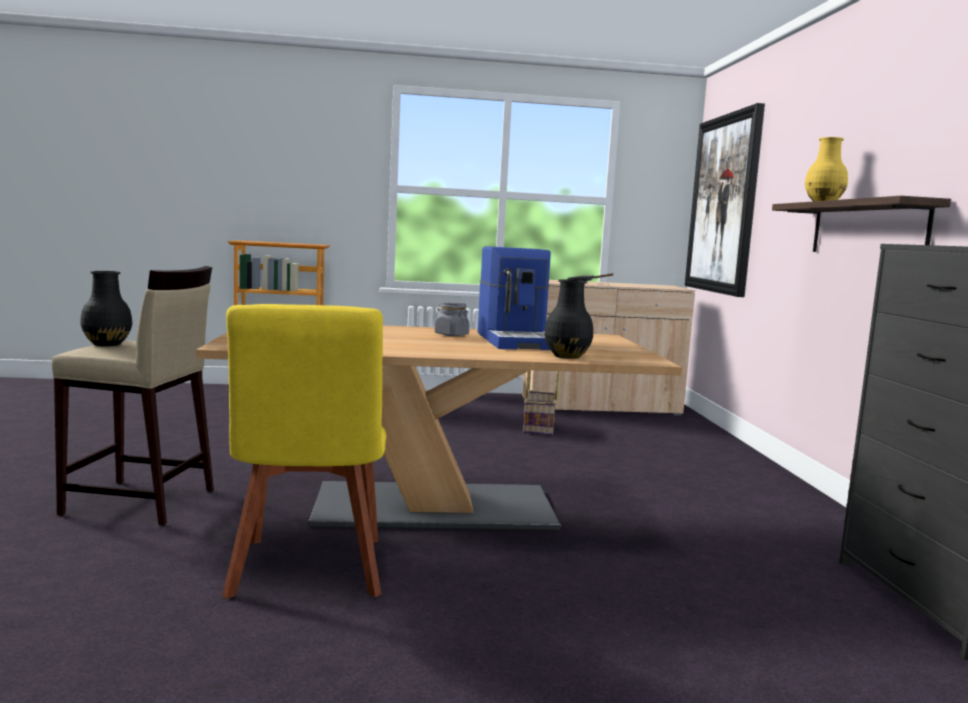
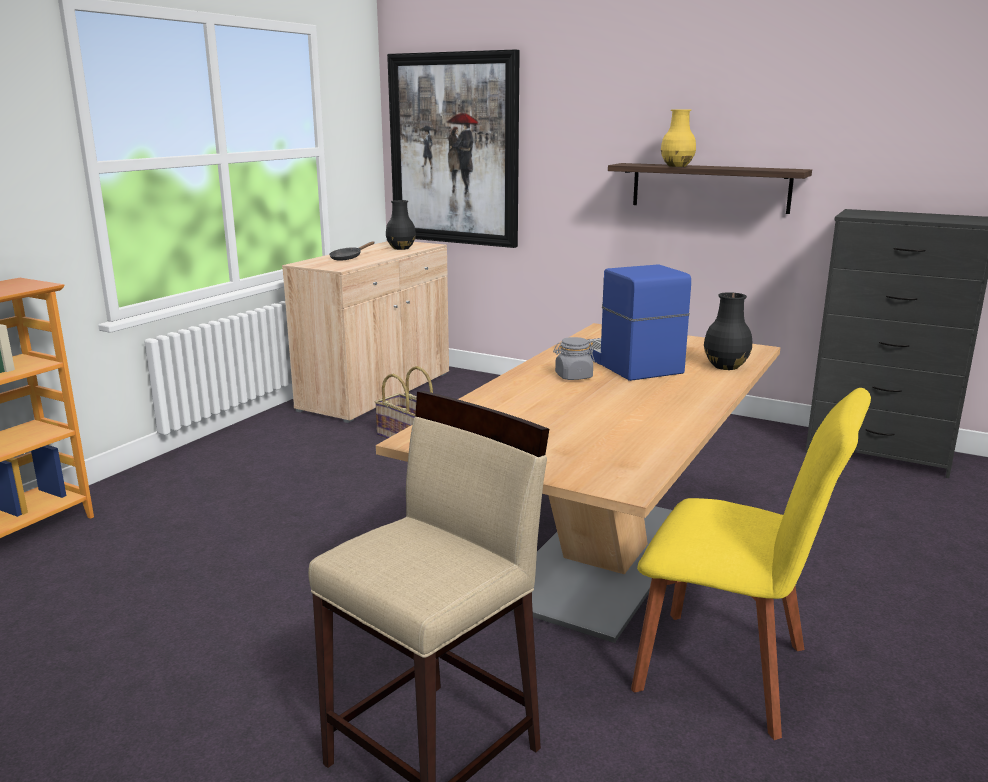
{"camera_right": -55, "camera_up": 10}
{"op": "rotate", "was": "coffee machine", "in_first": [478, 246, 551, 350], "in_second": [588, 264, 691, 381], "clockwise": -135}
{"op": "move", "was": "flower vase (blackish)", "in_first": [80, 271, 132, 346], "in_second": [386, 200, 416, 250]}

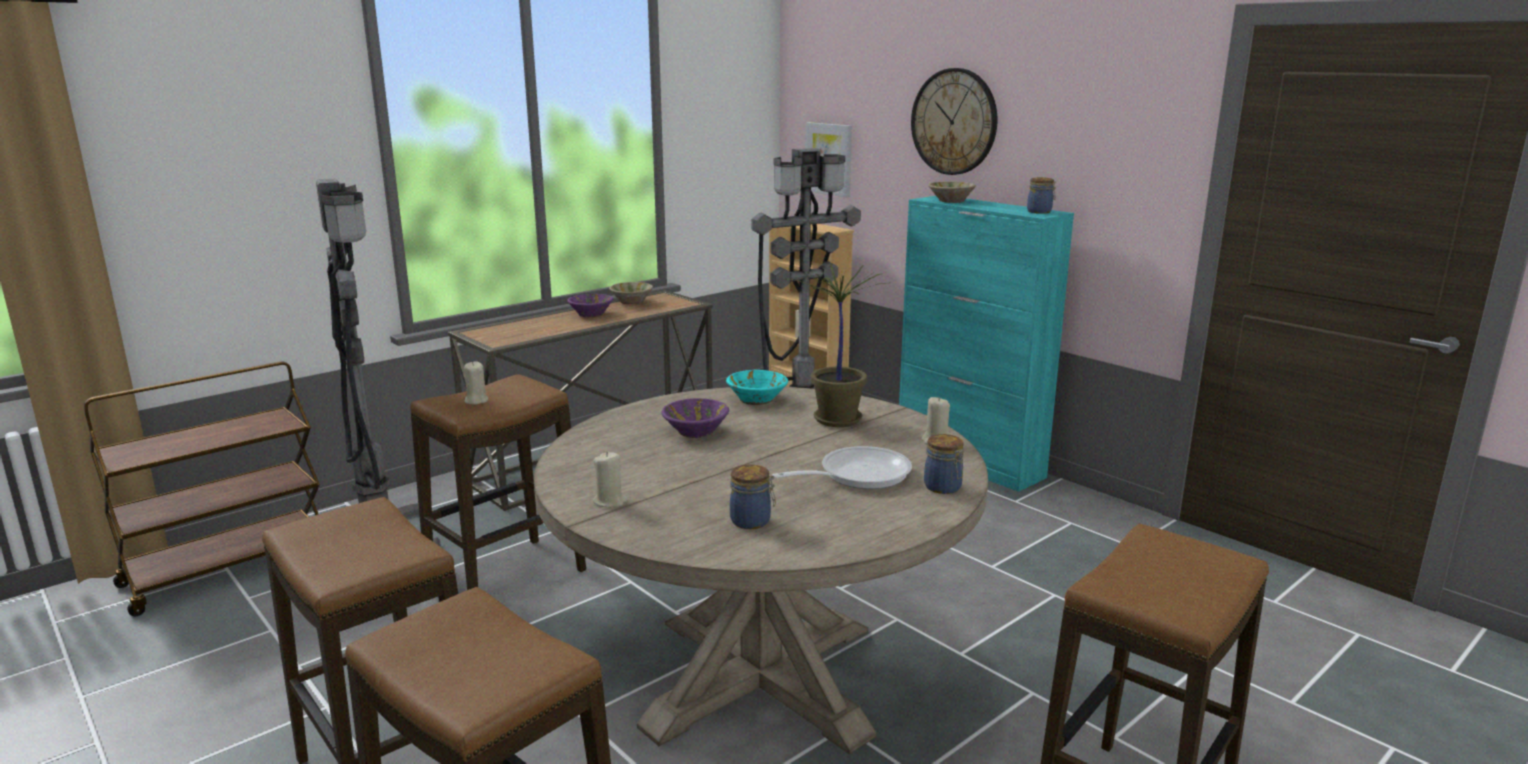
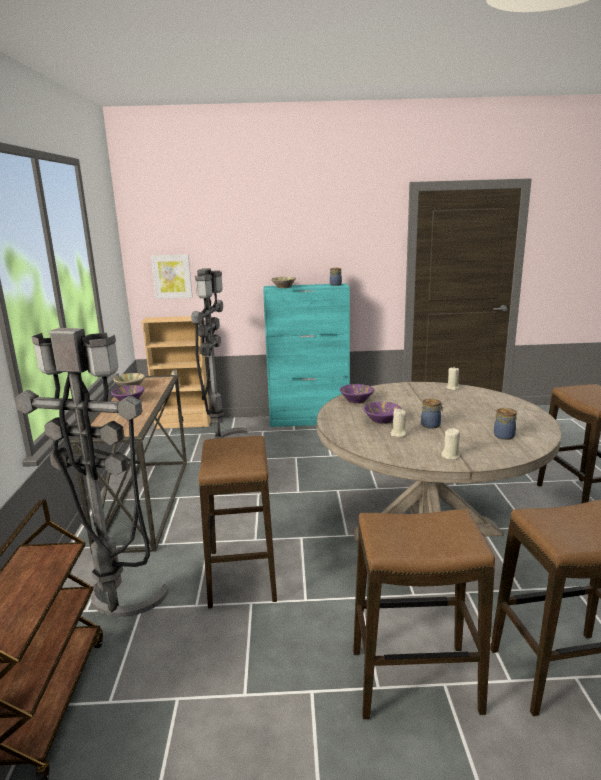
{"camera_right": -50, "camera_up": 0}
{"op": "delete", "was": "clock on the wall", "in_first": [911, 68, 998, 175]}
{"op": "delete", "was": "potted plant", "in_first": [784, 263, 891, 427]}
{"op": "move", "was": "wax light (sand-coloured)", "in_first": [464, 362, 488, 405], "in_second": [391, 409, 407, 437]}
{"op": "recolor", "was": "deep dish (turquoise)", "now": "deep dish (purple-coloured)", "in_first": [726, 370, 788, 405], "in_second": [340, 384, 374, 404]}
{"op": "move", "was": "storage jar", "in_first": [924, 434, 964, 494], "in_second": [421, 399, 444, 429]}
{"op": "delete", "was": "skillet", "in_first": [772, 446, 912, 489]}

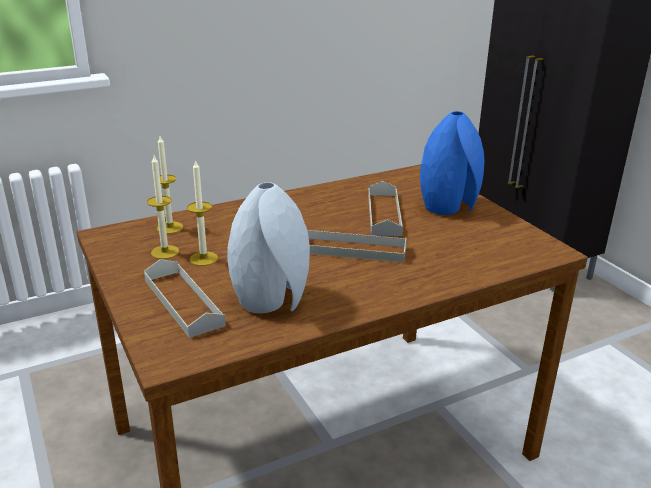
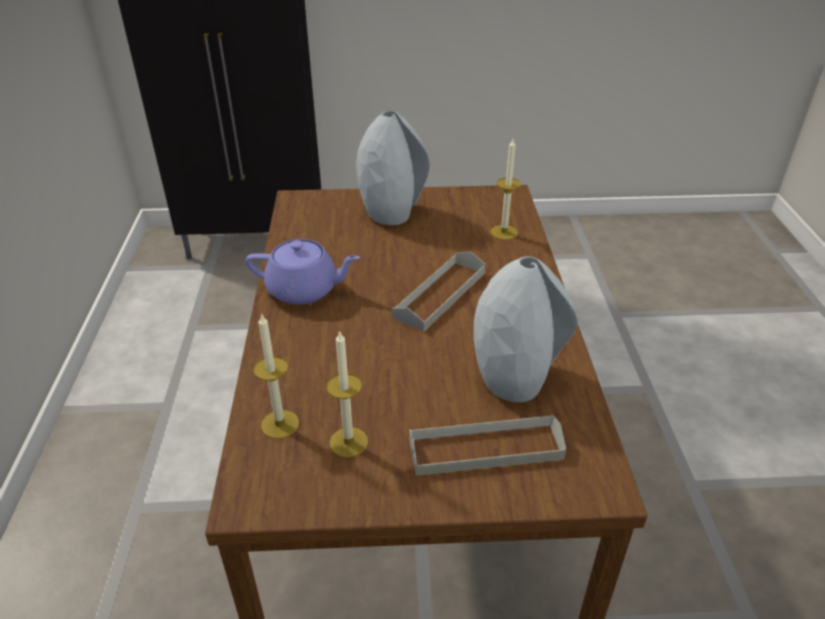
{"camera_right": -65, "camera_up": 10}
{"op": "recolor", "was": "flower vase (blue-coloured)", "now": "flower vase (grey)", "in_first": [420, 111, 485, 215], "in_second": [356, 111, 430, 225]}
{"op": "move", "was": "wax light", "in_first": [187, 159, 218, 266], "in_second": [491, 139, 521, 240]}
{"op": "delete", "was": "serving tray (grey)", "in_first": [368, 181, 403, 236]}
{"op": "insert", "now": "teapot (purple-coloured)", "in_second": [246, 239, 360, 305]}

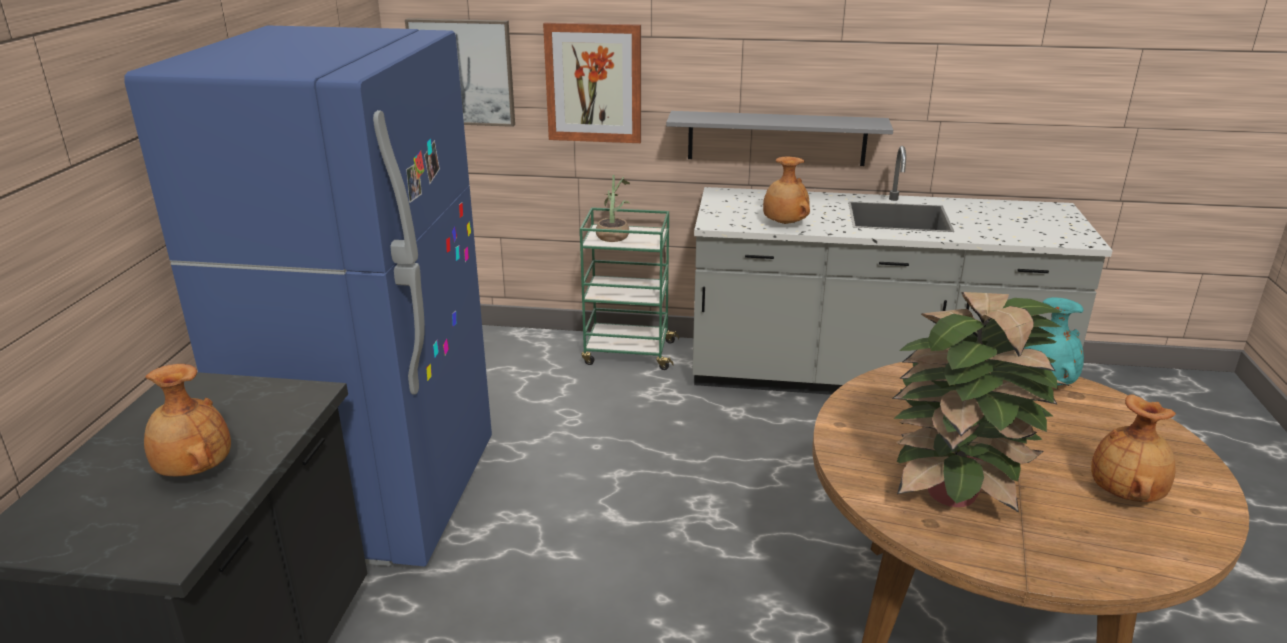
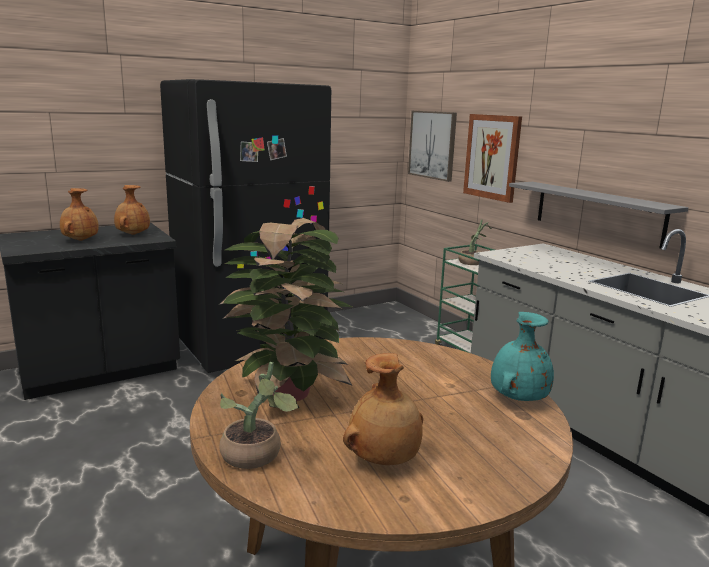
{"camera_right": 50, "camera_up": -10}
{"op": "recolor", "was": "kitchen fridge (blue-coloured)", "now": "kitchen fridge (blackish)", "in_first": [124, 26, 492, 566], "in_second": [160, 79, 331, 373]}
{"op": "move", "was": "flower vase (brownish)", "in_first": [763, 157, 810, 224], "in_second": [114, 185, 150, 235]}
{"op": "insert", "now": "potted plant", "in_second": [220, 362, 299, 469]}

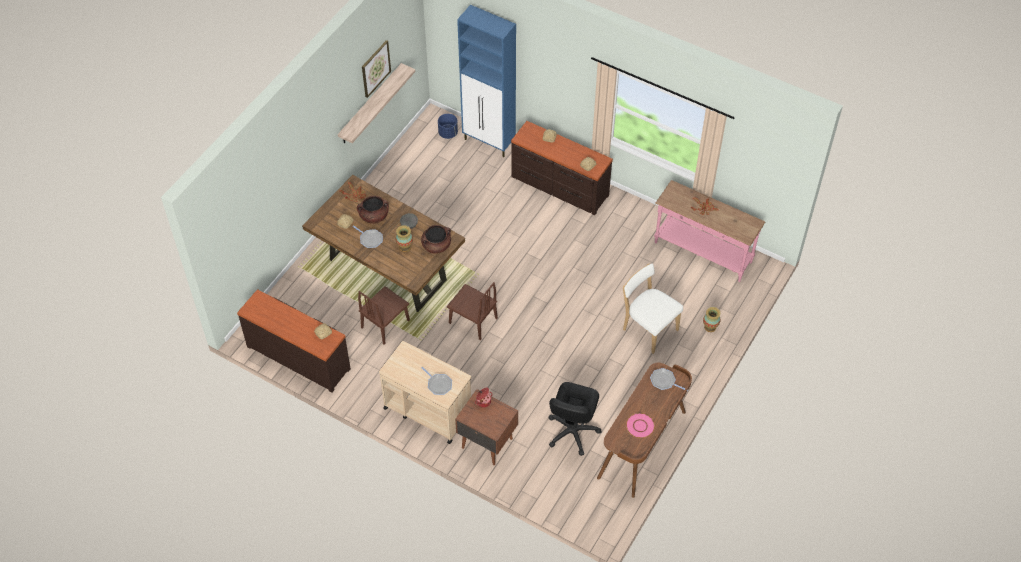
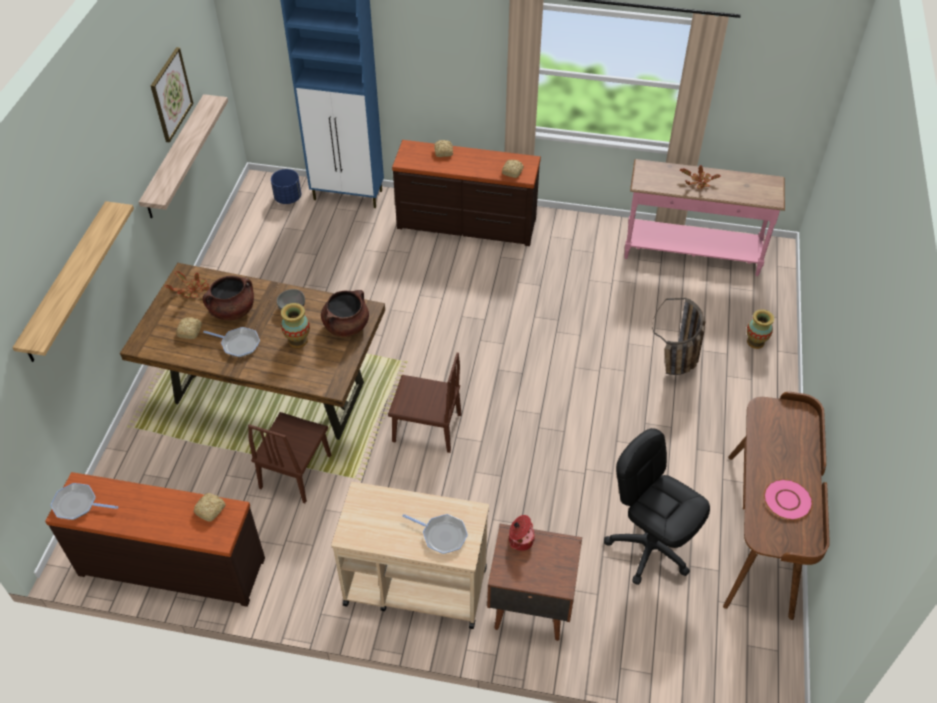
{"camera_right": -20, "camera_up": -5}
{"op": "replace", "was": "plain chair (white-coloured)", "now": "household basket", "in_first": [623, 263, 683, 354], "in_second": [652, 298, 706, 375]}
{"op": "move", "was": "skillet", "in_first": [650, 368, 688, 391], "in_second": [51, 483, 118, 520]}
{"op": "rotate", "was": "desk chair (blackish)", "in_first": [548, 382, 601, 456], "in_second": [604, 428, 710, 585], "clockwise": 135}
{"op": "insert", "now": "shelf", "in_second": [12, 201, 134, 362]}

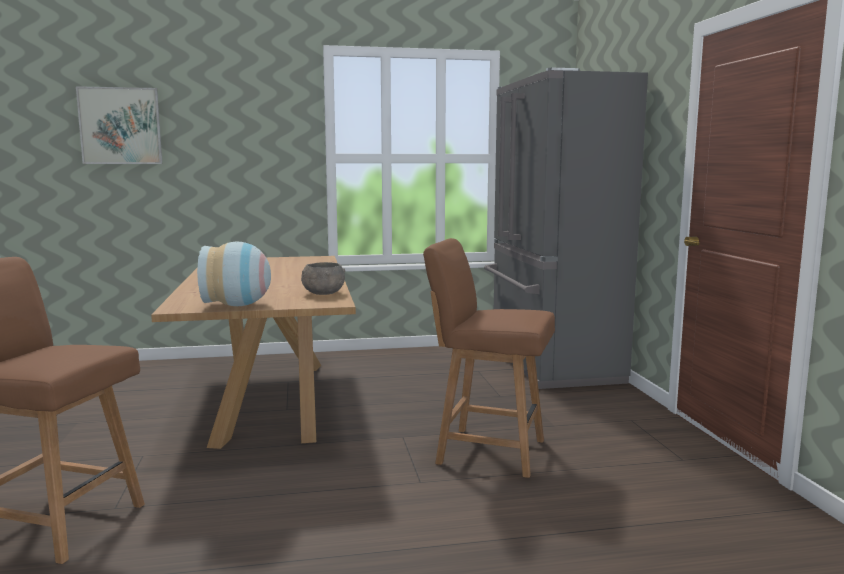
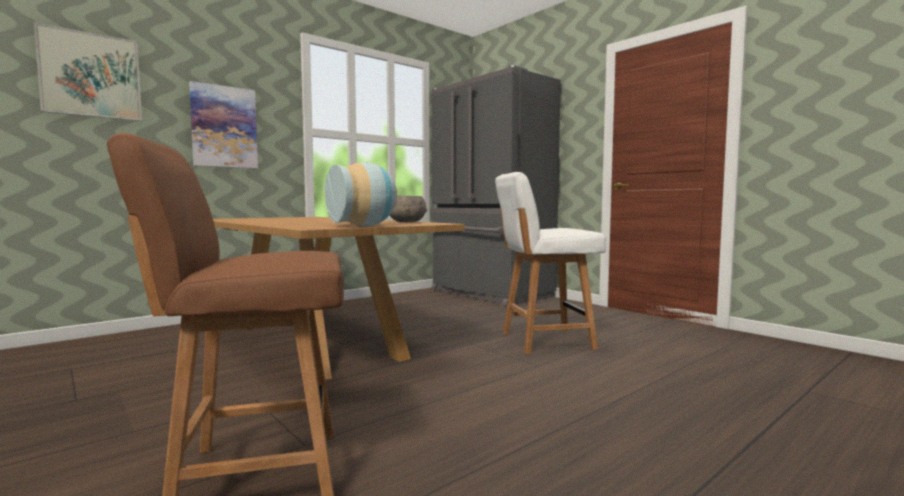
{"camera_right": -30, "camera_up": -5}
{"op": "recolor", "was": "plain chair (brownish)", "now": "plain chair (white-coloured)", "in_first": [423, 238, 555, 478], "in_second": [495, 172, 606, 354]}
{"op": "insert", "now": "wall picture", "in_second": [189, 81, 258, 169]}

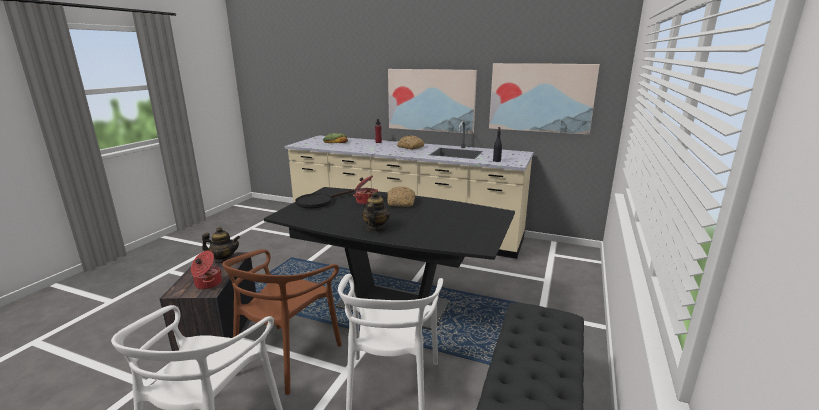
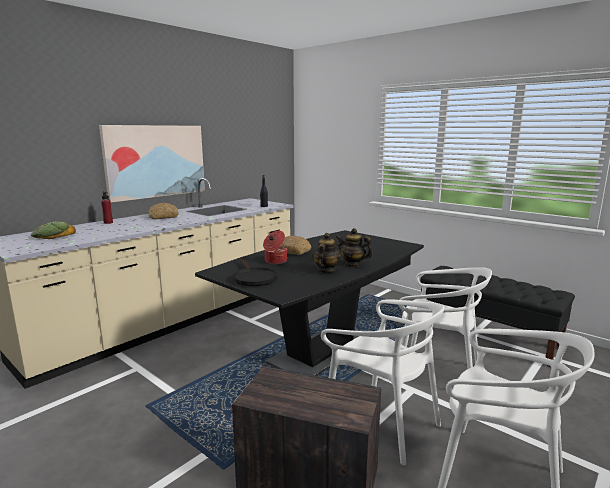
{"camera_right": -70, "camera_up": -5}
{"op": "delete", "was": "wall picture", "in_first": [489, 63, 600, 135]}
{"op": "move", "was": "teapot", "in_first": [202, 227, 240, 263], "in_second": [312, 233, 341, 273]}
{"op": "recolor", "was": "plain chair (brownish)", "now": "plain chair (white-coloured)", "in_first": [222, 249, 342, 395], "in_second": [321, 299, 445, 465]}
{"op": "delete", "was": "saucepot", "in_first": [191, 251, 222, 290]}

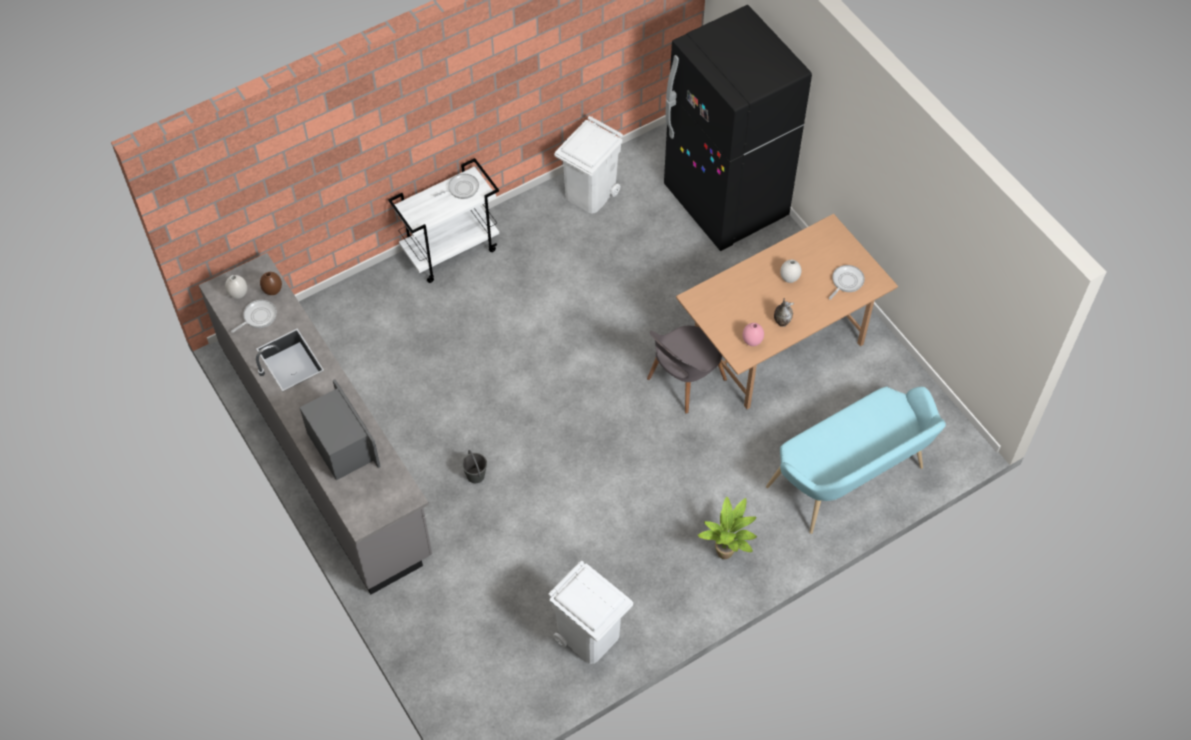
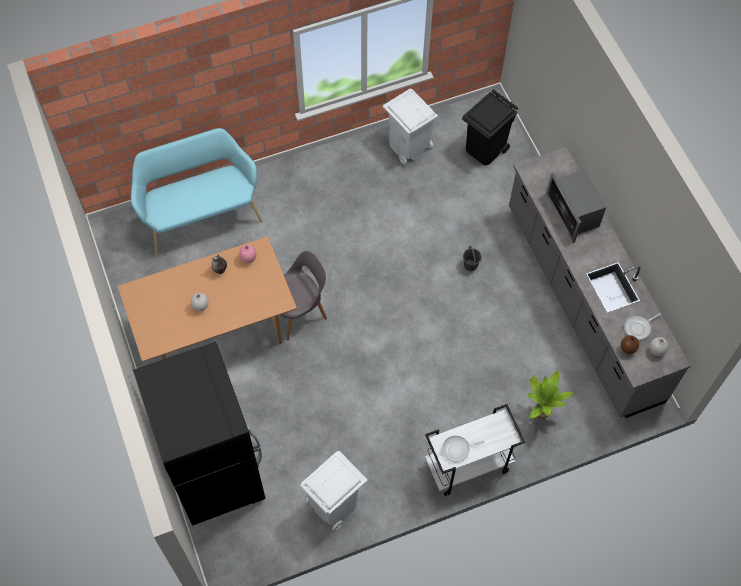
{"camera_right": -170, "camera_up": 5}
{"op": "delete", "was": "skillet", "in_first": [829, 265, 865, 299]}
{"op": "move", "was": "potted plant", "in_first": [697, 497, 757, 559], "in_second": [528, 370, 574, 419]}
{"op": "insert", "now": "trash can (blackish)", "in_second": [462, 90, 518, 165]}

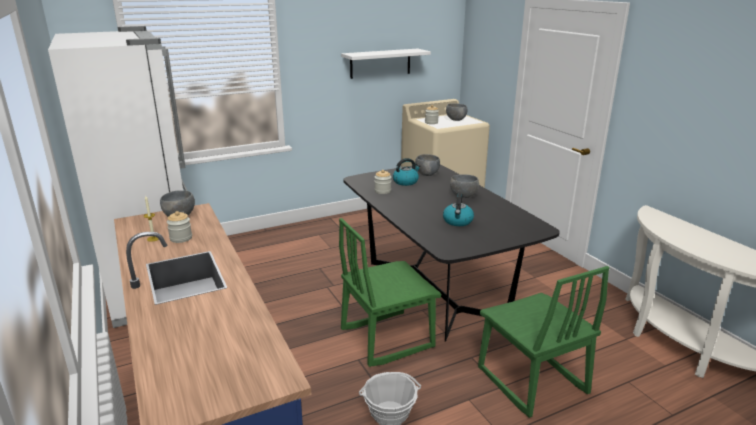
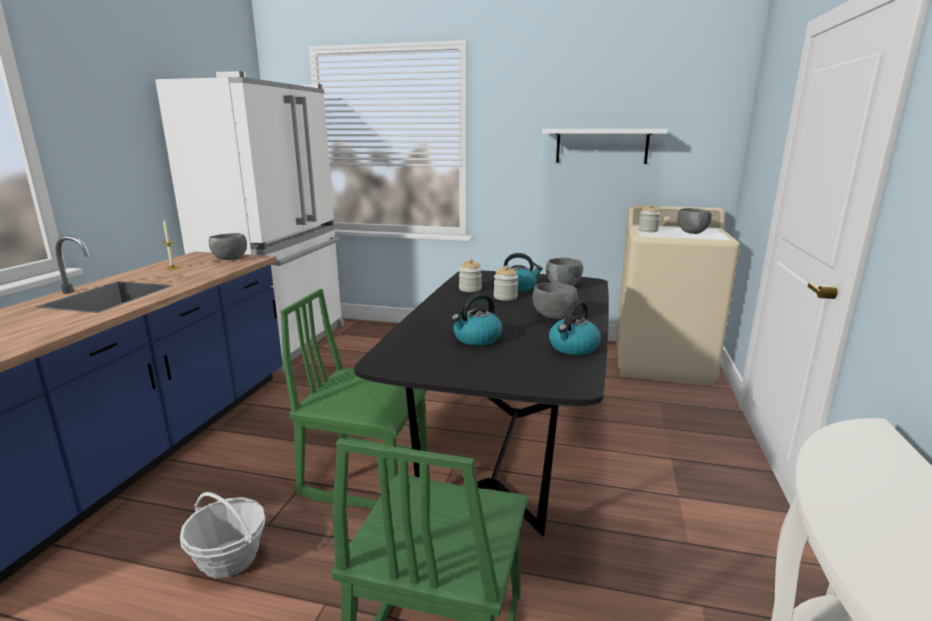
{"camera_right": 40, "camera_up": -5}
{"op": "move", "was": "storage jar", "in_first": [167, 211, 192, 243], "in_second": [494, 265, 518, 301]}
{"op": "insert", "now": "water kettle", "in_second": [549, 300, 601, 355]}

